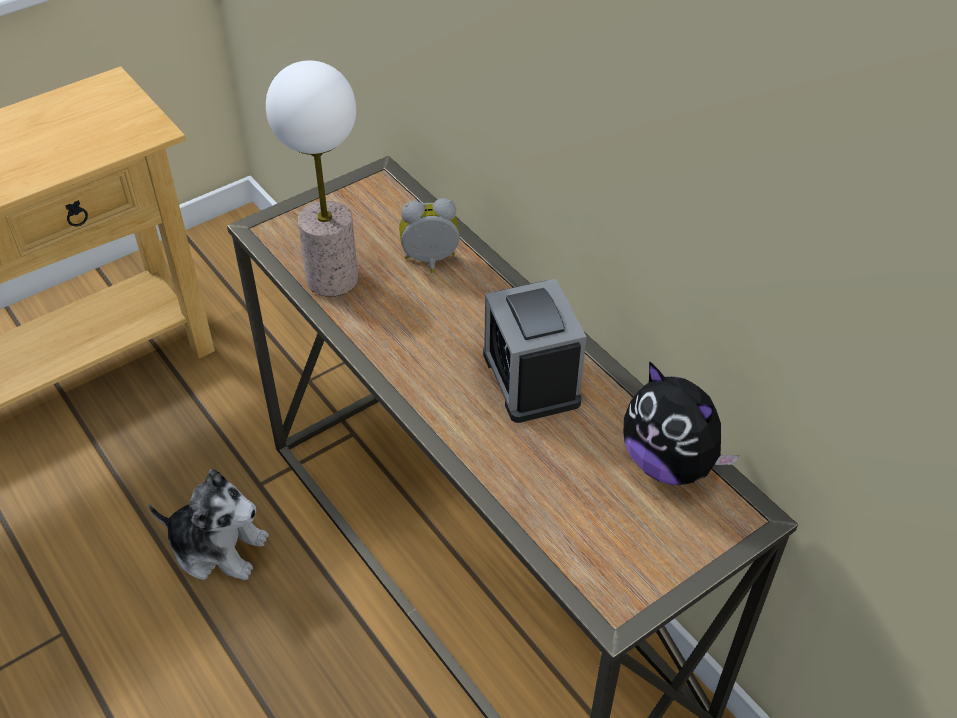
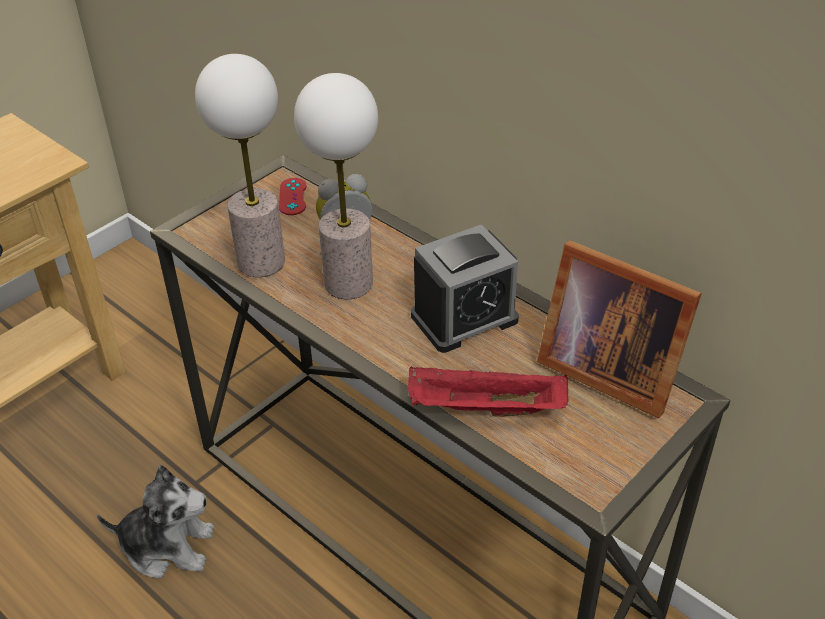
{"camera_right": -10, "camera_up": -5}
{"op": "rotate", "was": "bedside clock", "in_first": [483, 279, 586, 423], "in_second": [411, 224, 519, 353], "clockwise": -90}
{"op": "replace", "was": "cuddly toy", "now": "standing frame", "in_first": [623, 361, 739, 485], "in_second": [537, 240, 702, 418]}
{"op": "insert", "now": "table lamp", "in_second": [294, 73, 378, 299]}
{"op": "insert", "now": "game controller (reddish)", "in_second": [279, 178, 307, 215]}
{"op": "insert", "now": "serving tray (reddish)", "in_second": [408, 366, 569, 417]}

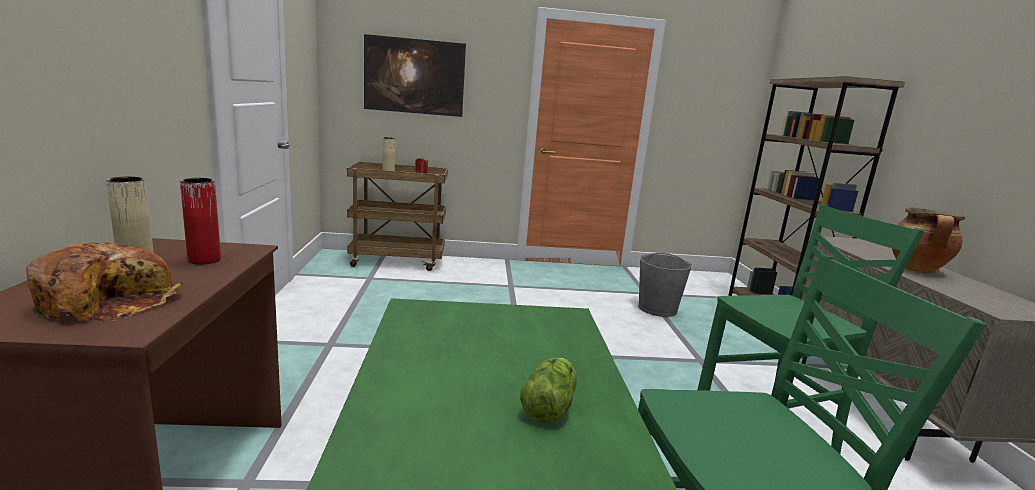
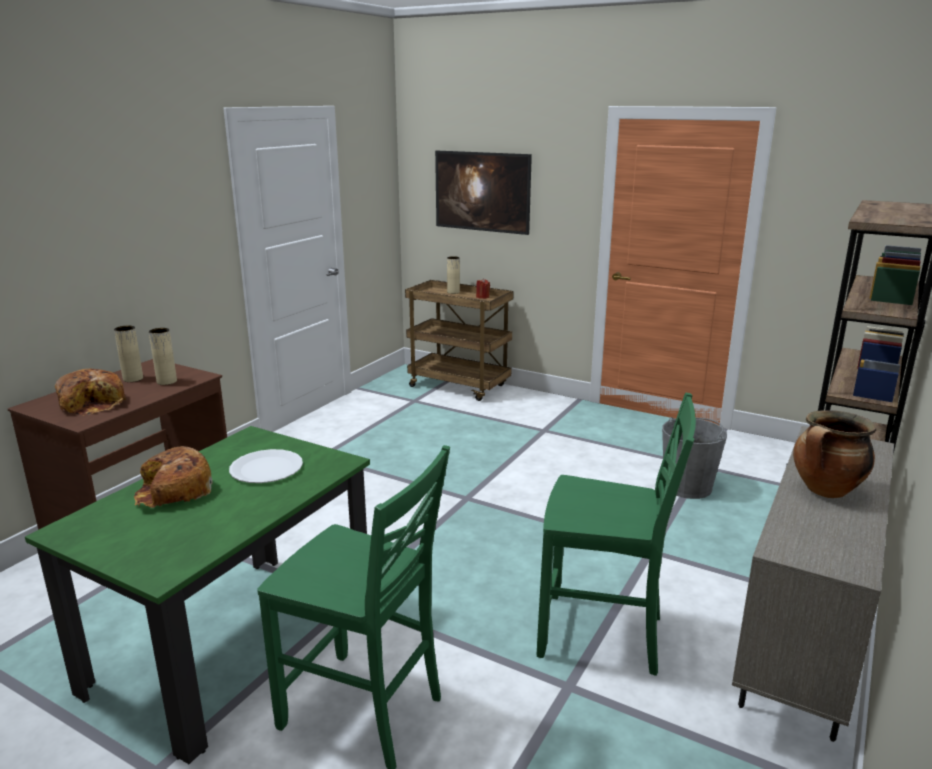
{"camera_right": 35, "camera_up": 5}
{"op": "recolor", "was": "flower vase (reddish)", "now": "flower vase (sand-coloured)", "in_first": [180, 178, 221, 264], "in_second": [149, 328, 177, 385]}
{"op": "delete", "was": "lettuce", "in_first": [520, 358, 577, 423]}
{"op": "insert", "now": "bread", "in_second": [134, 446, 213, 508]}
{"op": "insert", "now": "dinner plate (white-coloured)", "in_second": [229, 449, 303, 483]}

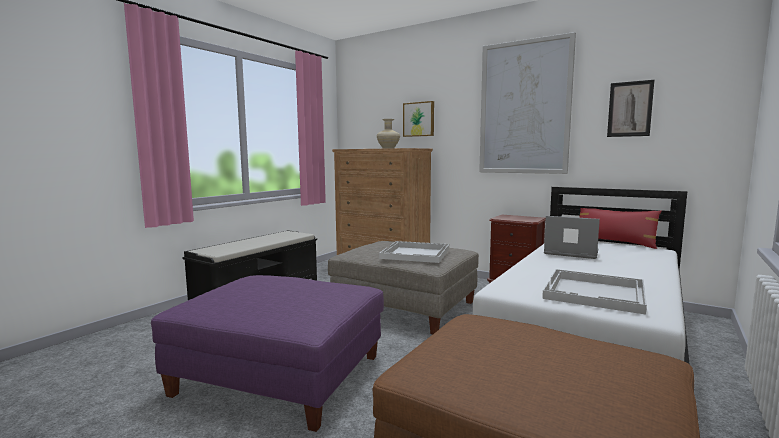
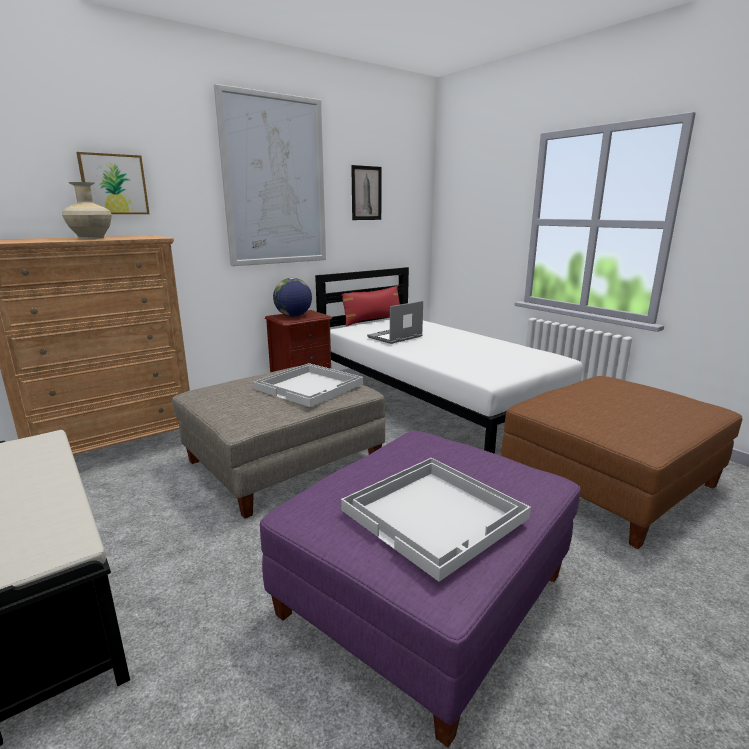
{"camera_right": -70, "camera_up": 10}
{"op": "move", "was": "serving tray (white-coloured)", "in_first": [542, 269, 647, 315], "in_second": [341, 458, 531, 582]}
{"op": "insert", "now": "world globe", "in_second": [273, 278, 312, 317]}

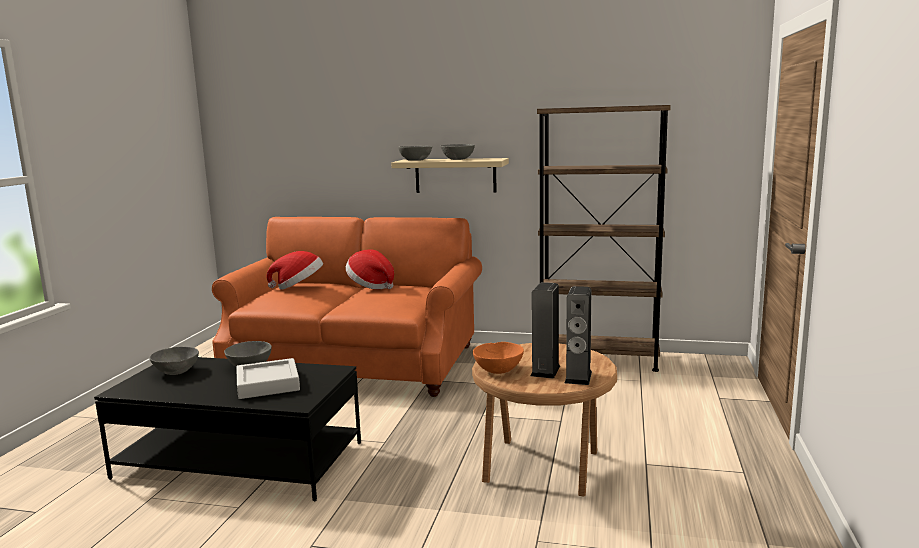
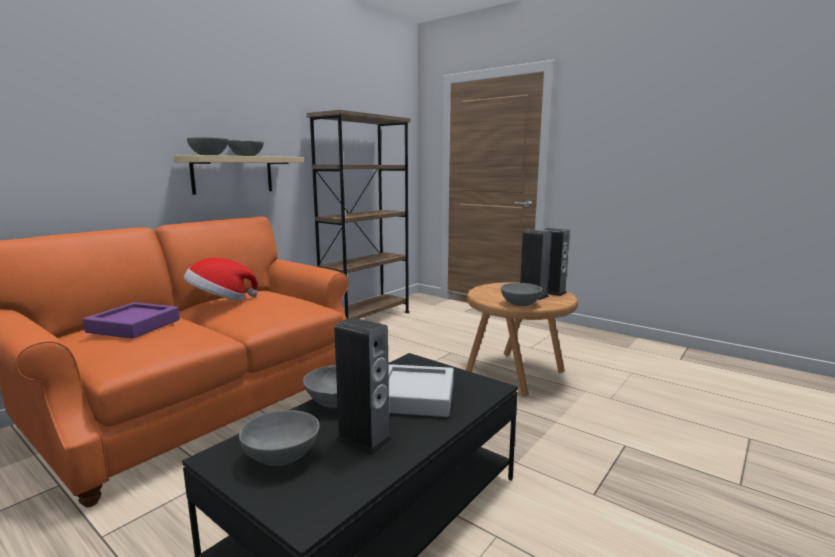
{"camera_right": -65, "camera_up": 0}
{"op": "replace", "was": "clothing hat", "now": "serving tray (purple-coloured)", "in_first": [267, 251, 323, 290], "in_second": [83, 302, 180, 339]}
{"op": "recolor", "was": "deep dish (orangey)", "now": "deep dish (grey)", "in_first": [473, 342, 524, 374], "in_second": [500, 283, 542, 306]}
{"op": "insert", "now": "speaker", "in_second": [334, 317, 393, 456]}

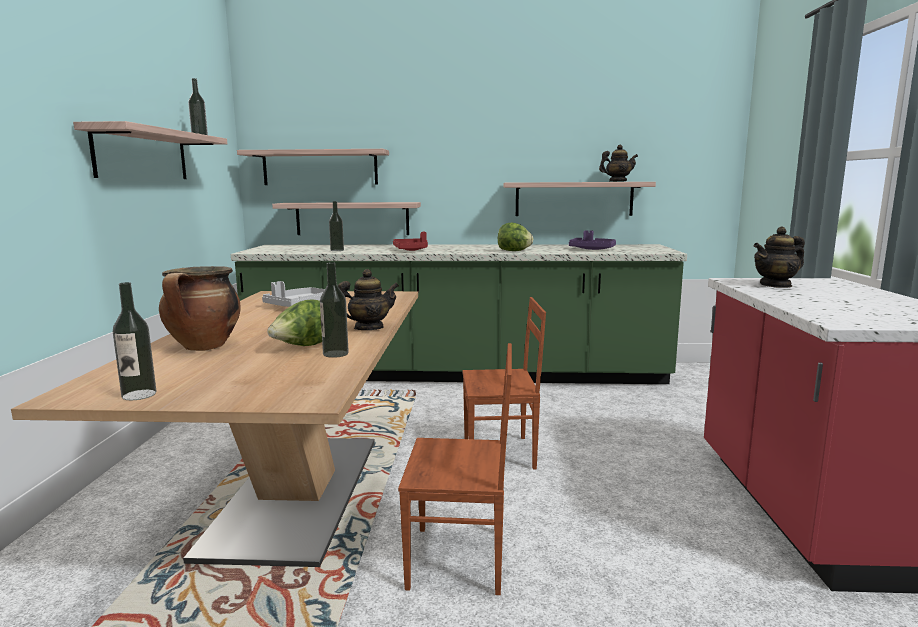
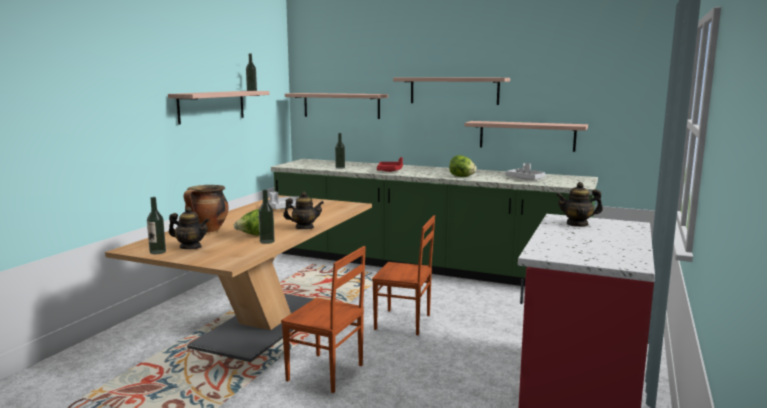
{"camera_right": 20, "camera_up": 0}
{"op": "move", "was": "teapot", "in_first": [599, 144, 638, 182], "in_second": [169, 207, 209, 249]}
{"op": "move", "was": "shelf", "in_first": [272, 202, 421, 235], "in_second": [393, 77, 510, 105]}
{"op": "recolor", "was": "serving tray (purple-coloured)", "now": "serving tray (grey)", "in_first": [569, 230, 616, 250], "in_second": [505, 163, 545, 180]}

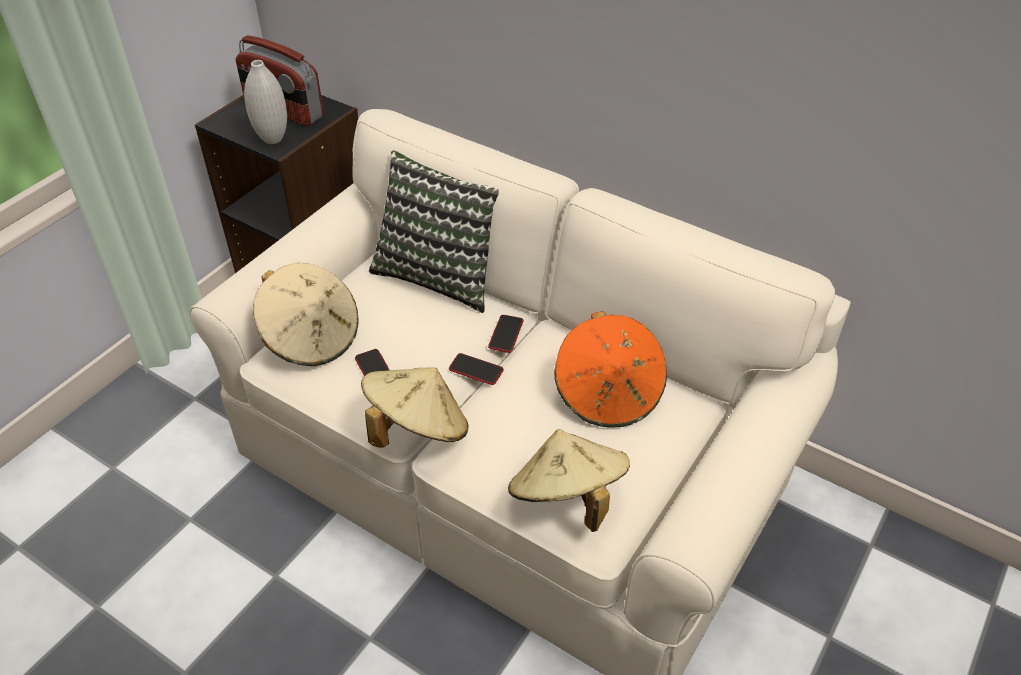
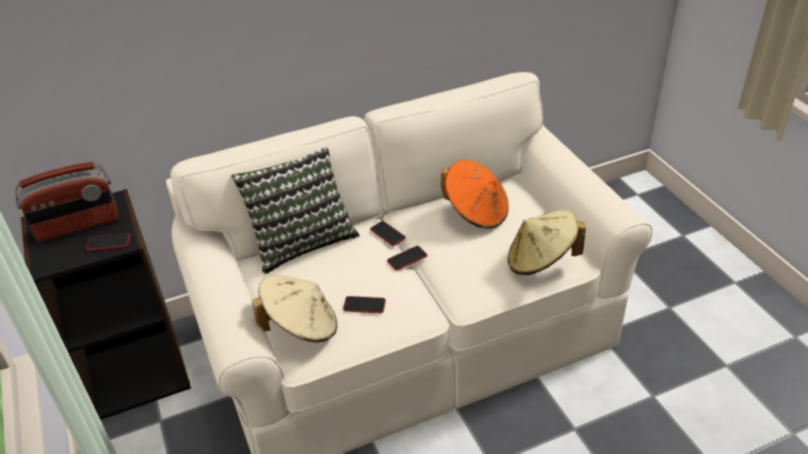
{"camera_right": -55, "camera_up": -5}
{"op": "replace", "was": "flower vase (white-coloured)", "now": "handset", "in_first": [244, 60, 287, 144], "in_second": [86, 233, 130, 251]}
{"op": "delete", "was": "clothing hat (sand-coloured)", "in_first": [361, 367, 468, 448]}

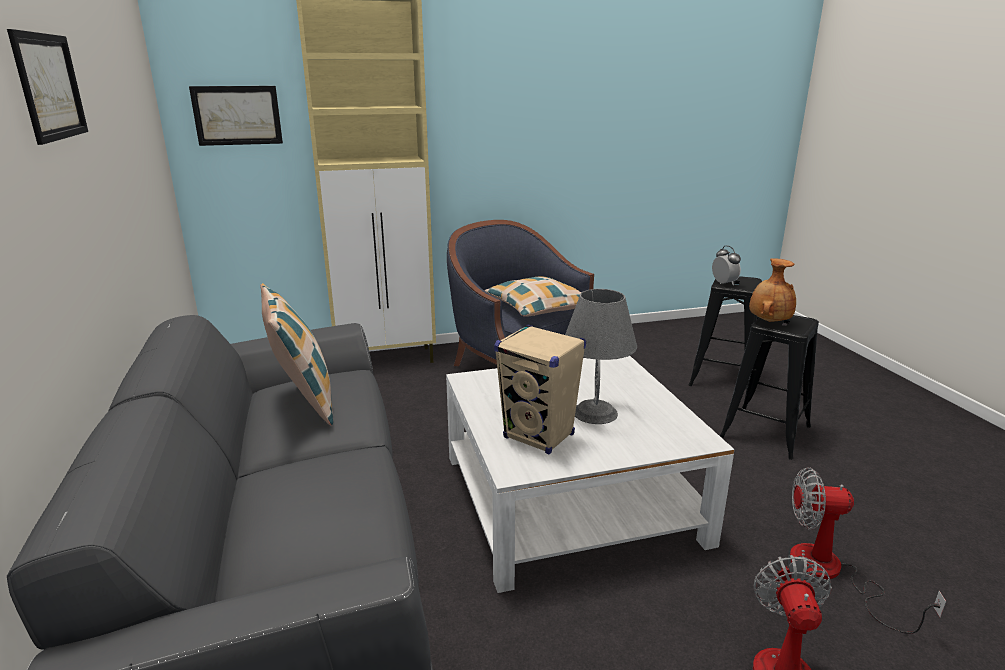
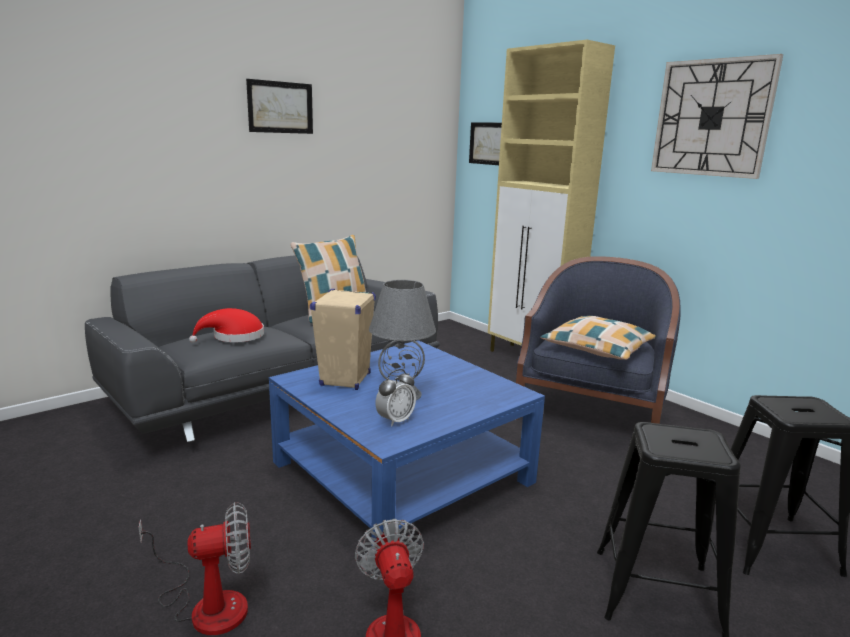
{"camera_right": 65, "camera_up": -5}
{"op": "move", "was": "bedside clock", "in_first": [712, 246, 741, 285], "in_second": [375, 369, 416, 427]}
{"op": "delete", "was": "flower vase (brownish)", "in_first": [749, 258, 796, 322]}
{"op": "recolor", "was": "low table (white-coloured)", "now": "low table (blue-coloured)", "in_first": [446, 356, 735, 593], "in_second": [269, 340, 545, 549]}
{"op": "insert", "now": "clock on the wall", "in_second": [651, 54, 783, 179]}
{"op": "insert", "now": "clothing hat (reddish)", "in_second": [189, 308, 264, 343]}

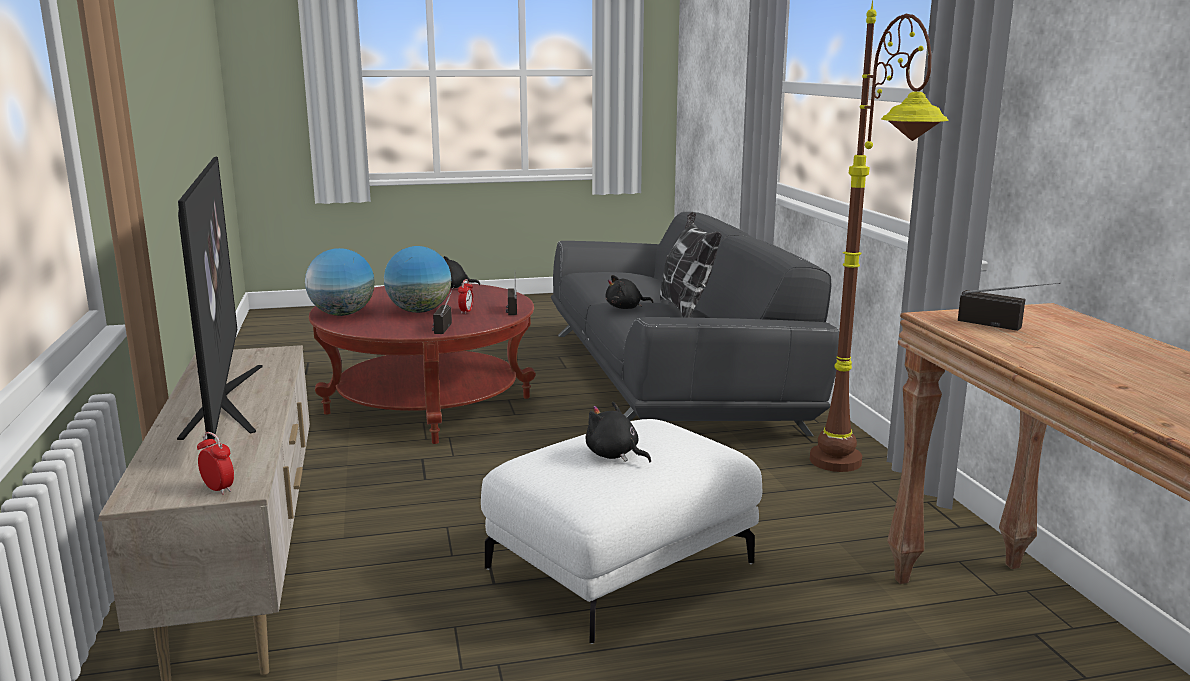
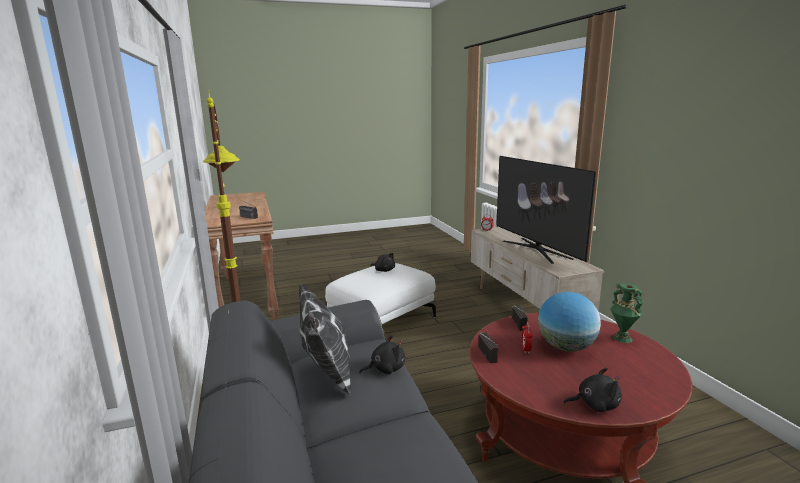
{"camera_right": 175, "camera_up": 0}
{"op": "replace", "was": "world globe", "now": "flower vase (green)", "in_first": [305, 248, 375, 316], "in_second": [610, 284, 643, 343]}

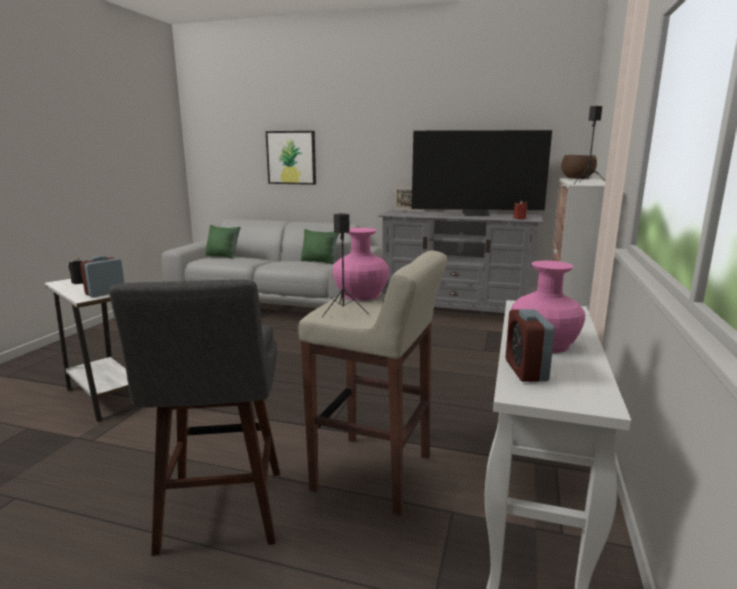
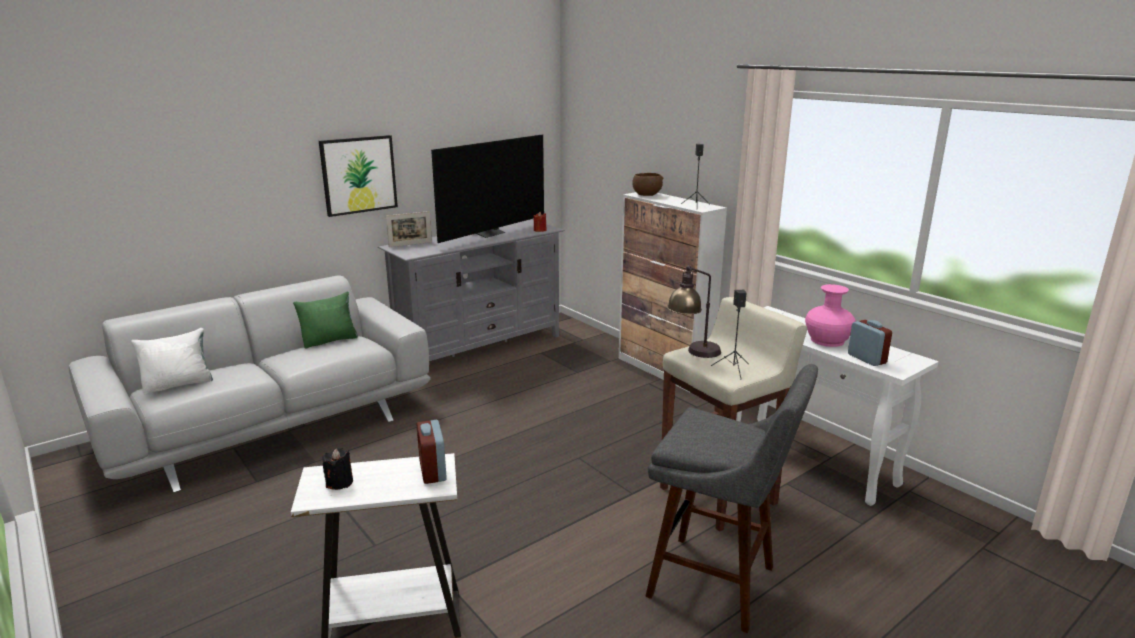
{"camera_right": -55, "camera_up": 5}
{"op": "move", "was": "wall picture", "in_first": [266, 131, 316, 185], "in_second": [319, 135, 398, 217]}
{"op": "recolor", "was": "pillow (green)", "now": "pillow (white-coloured)", "in_first": [205, 225, 241, 259], "in_second": [131, 328, 213, 394]}
{"op": "replace", "was": "flower vase (pink-coloured)", "now": "table lamp", "in_first": [333, 228, 389, 301], "in_second": [667, 265, 721, 358]}
{"op": "rotate", "was": "bedside clock", "in_first": [506, 309, 555, 382], "in_second": [848, 320, 892, 366], "clockwise": -150}

